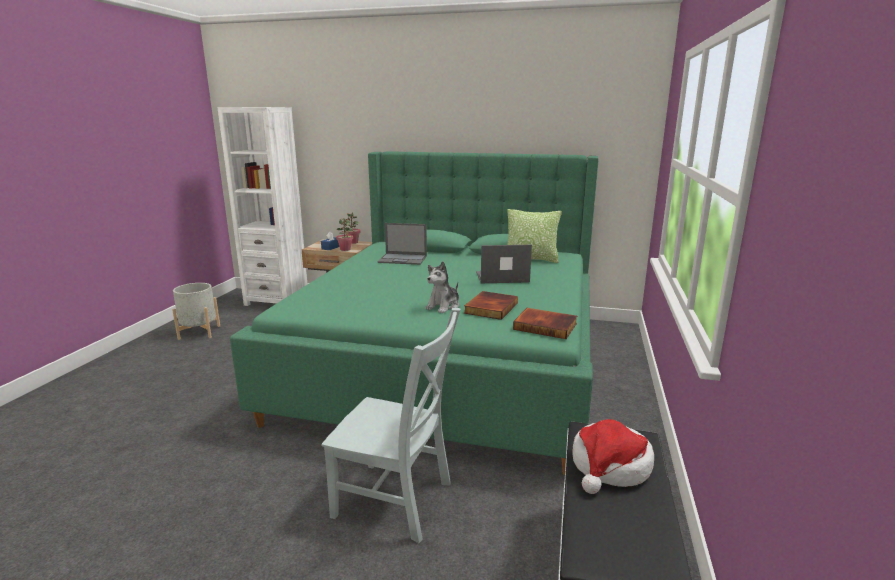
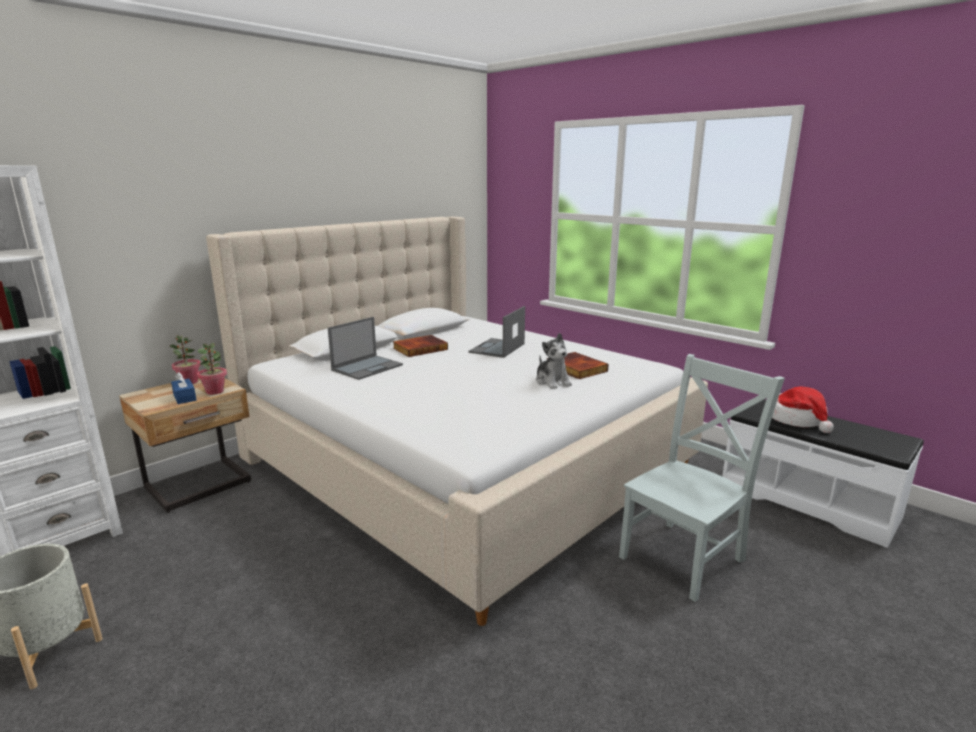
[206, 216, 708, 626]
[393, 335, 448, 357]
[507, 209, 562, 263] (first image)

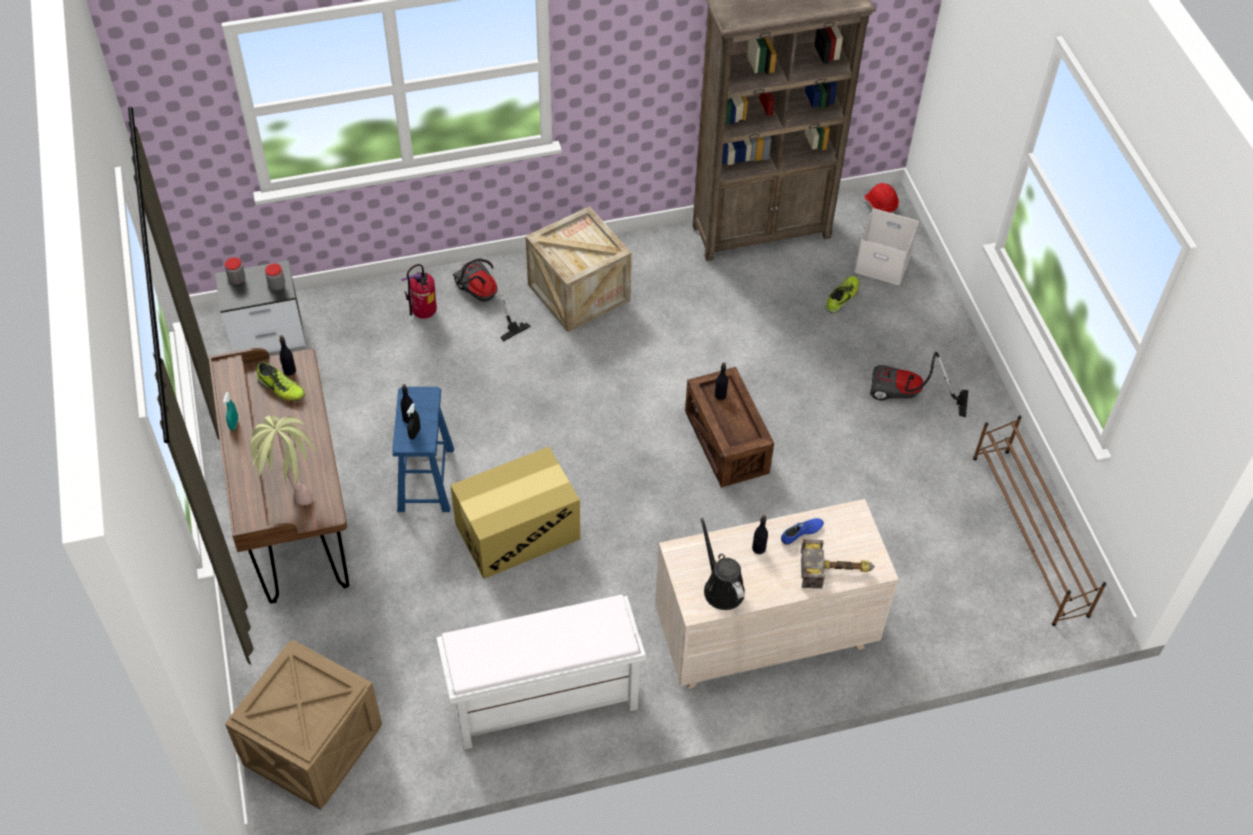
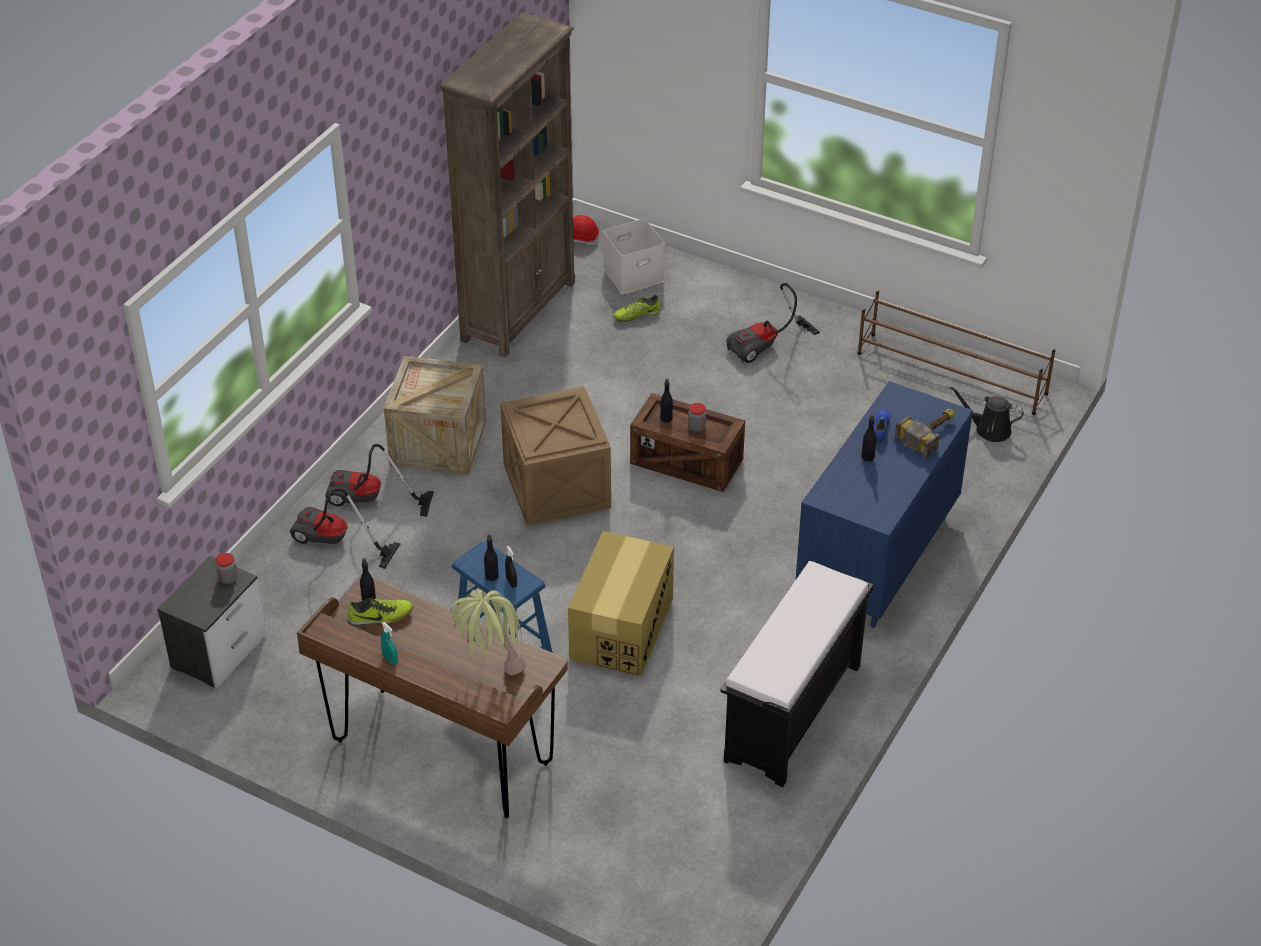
[290, 488, 400, 569]
[500, 386, 611, 526]
[613, 295, 661, 322]
[688, 403, 706, 432]
[720, 561, 874, 787]
[796, 381, 973, 628]
[949, 386, 1024, 442]

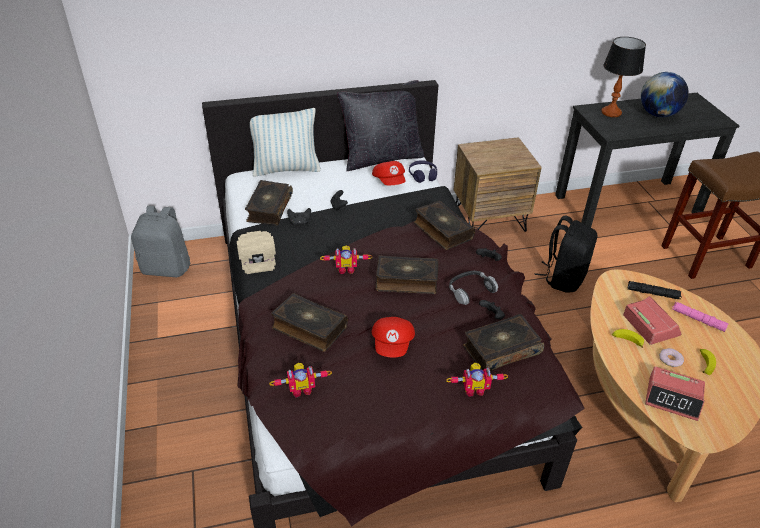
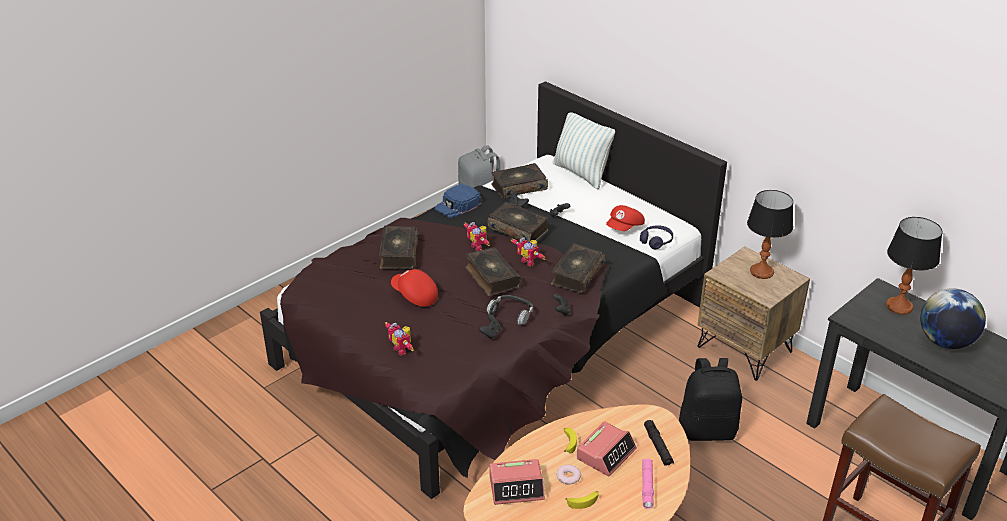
[391, 269, 438, 307]
[434, 184, 481, 218]
[487, 202, 548, 242]
[489, 459, 545, 505]
[511, 237, 545, 266]
[747, 190, 793, 279]
[337, 80, 425, 171] (first image)

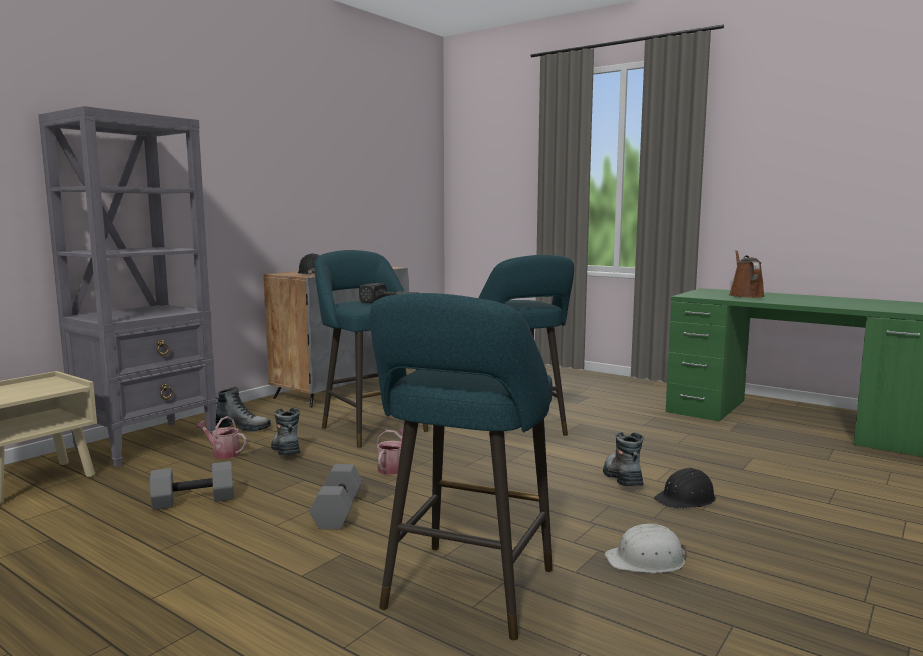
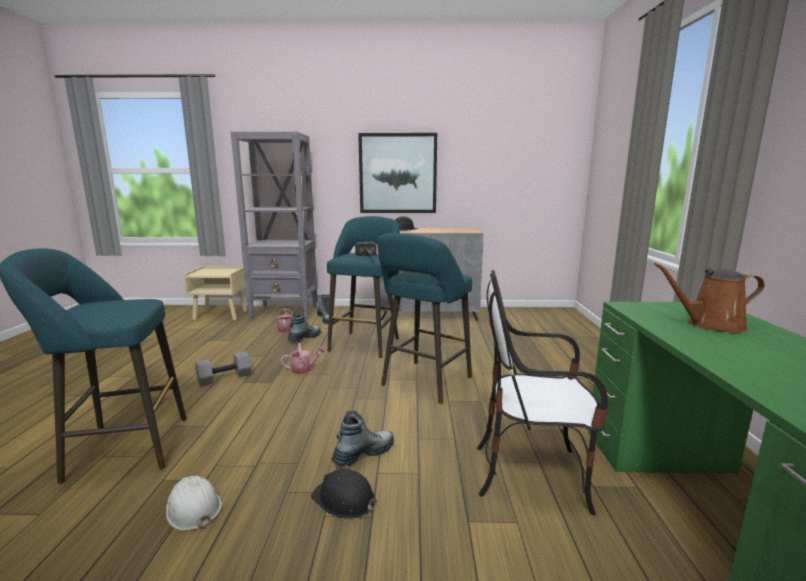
[358, 133, 437, 213]
[477, 270, 608, 515]
[654, 263, 765, 333]
[150, 461, 234, 510] (first image)

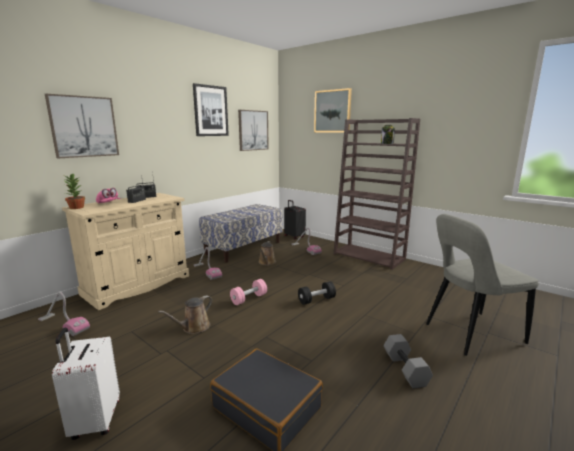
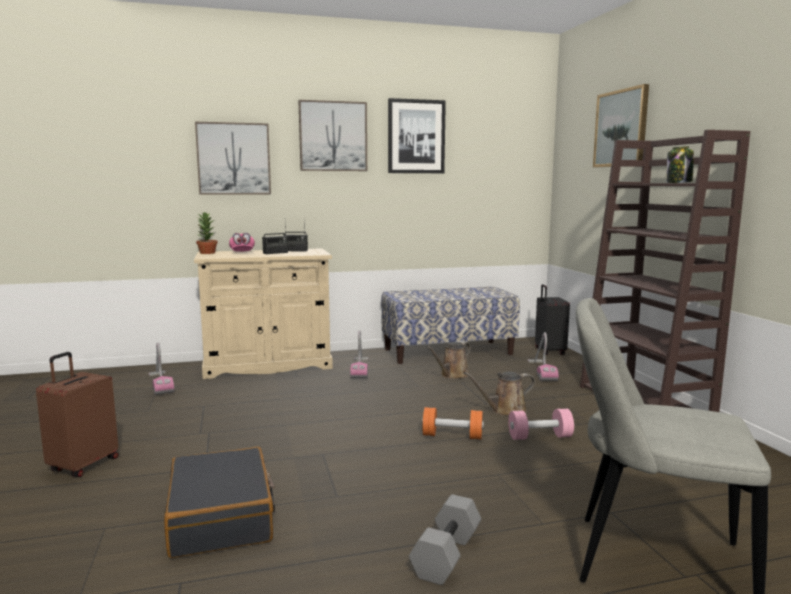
[36, 352, 119, 477]
[298, 100, 367, 171]
[422, 407, 484, 439]
[464, 371, 535, 416]
[508, 409, 574, 440]

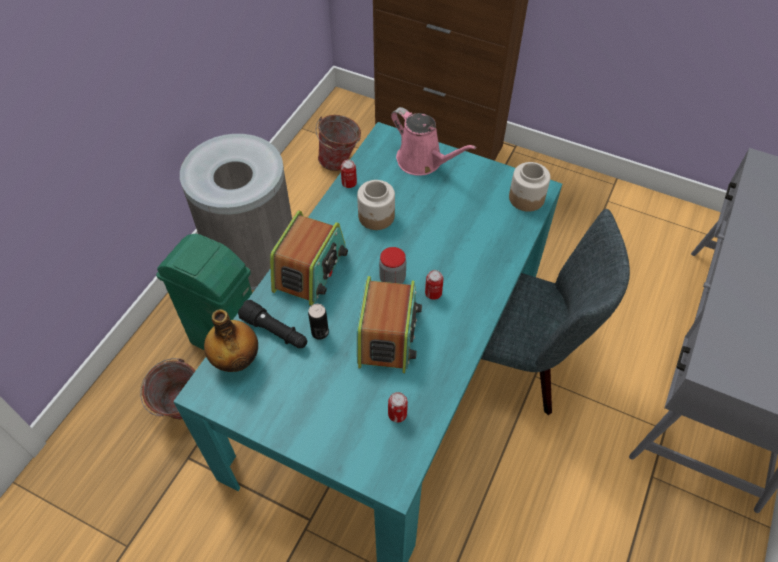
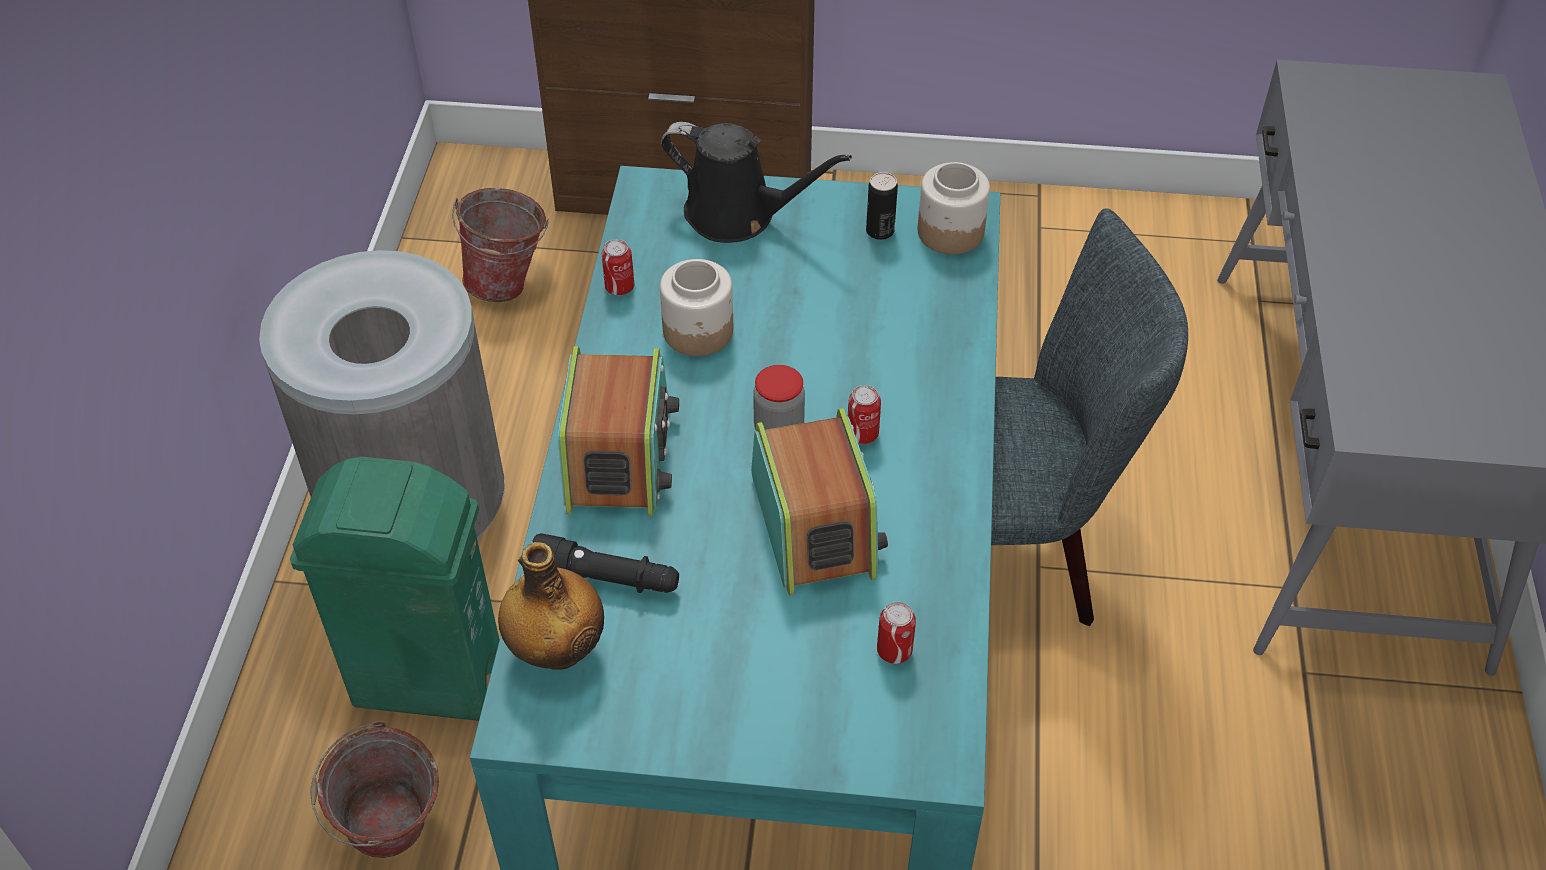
[661, 122, 852, 243]
[866, 172, 898, 240]

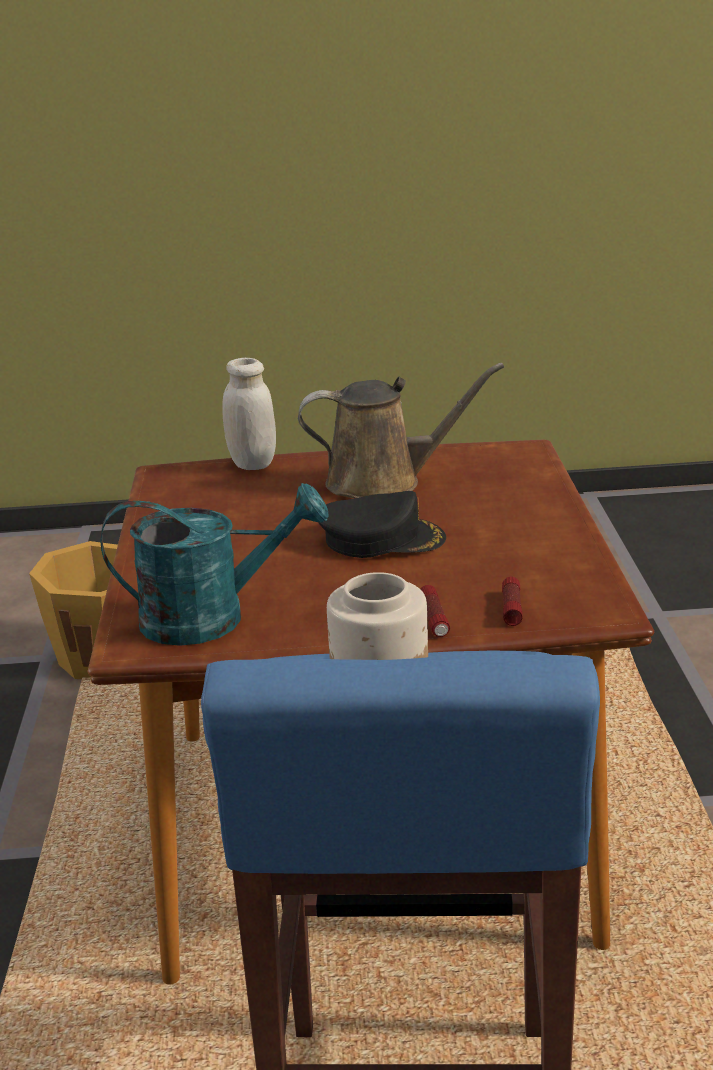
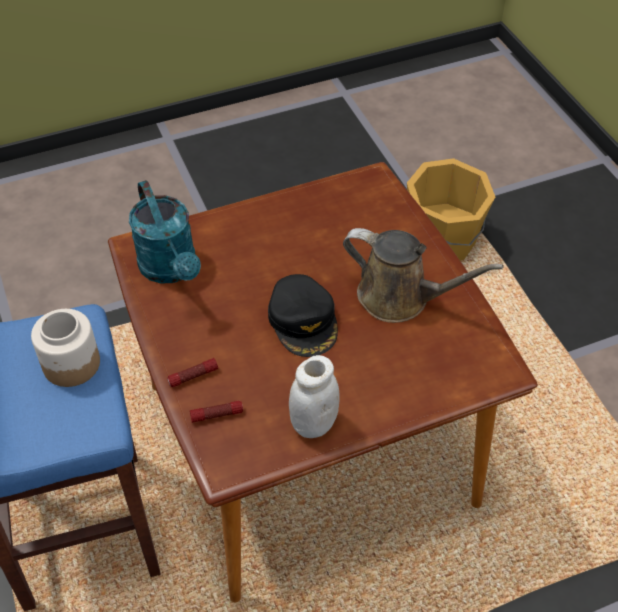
[289, 355, 339, 438]
[343, 228, 504, 323]

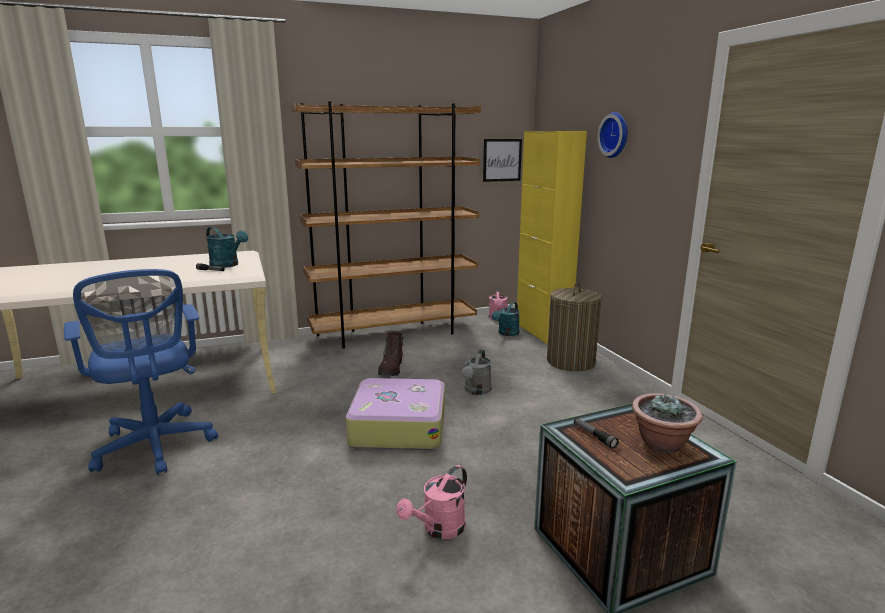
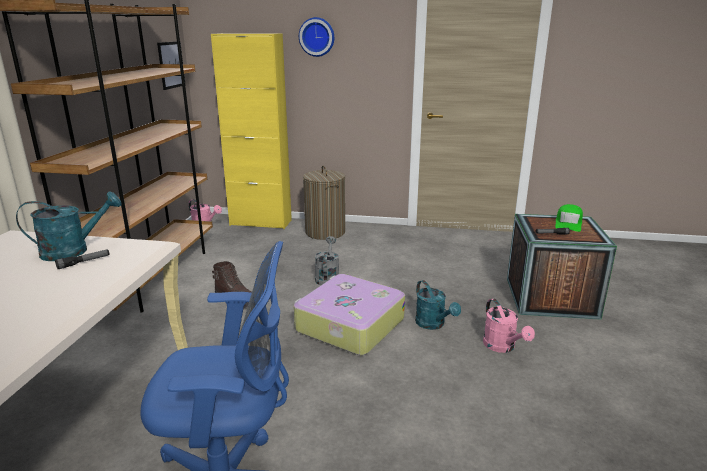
[315, 236, 339, 285]
[415, 280, 461, 330]
[555, 204, 583, 232]

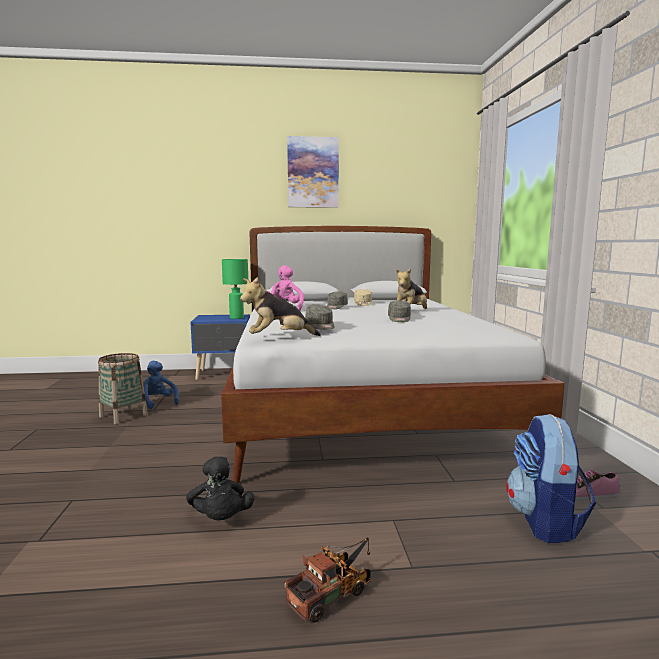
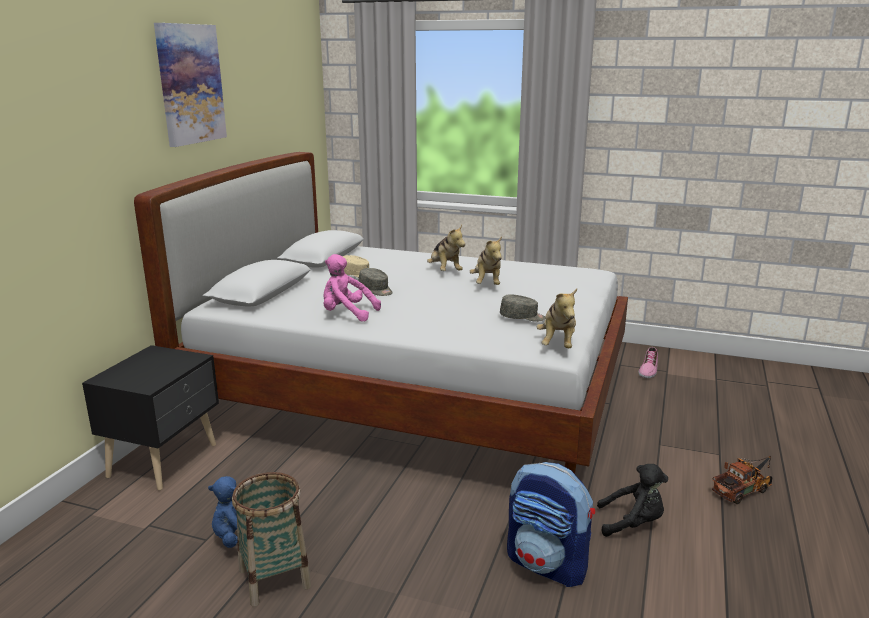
[82, 345, 219, 490]
[470, 237, 502, 285]
[507, 462, 595, 587]
[712, 456, 772, 504]
[222, 259, 248, 319] (first image)

